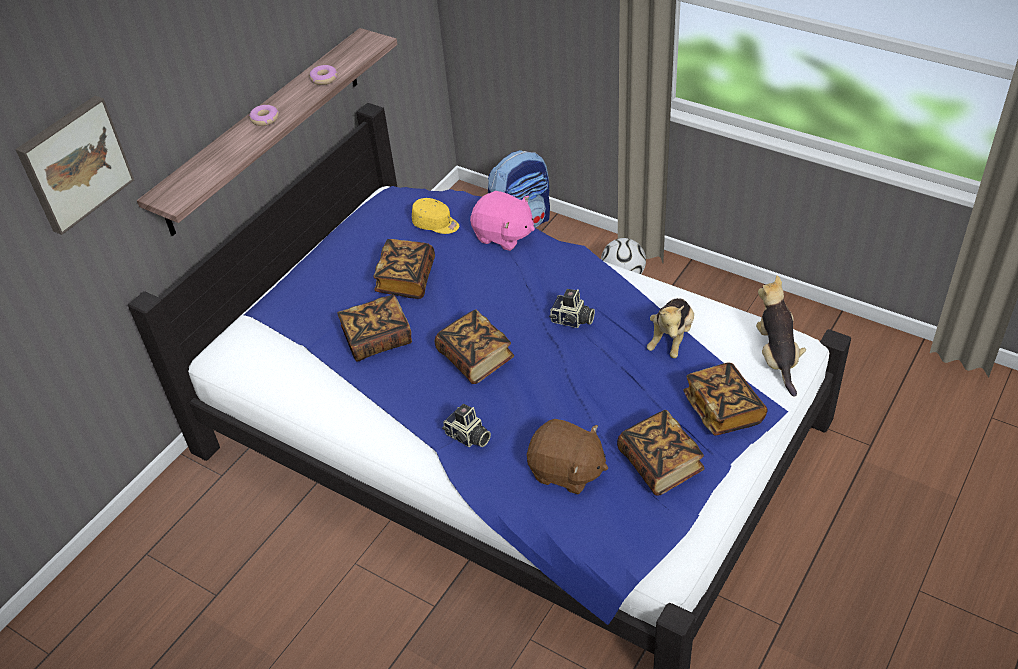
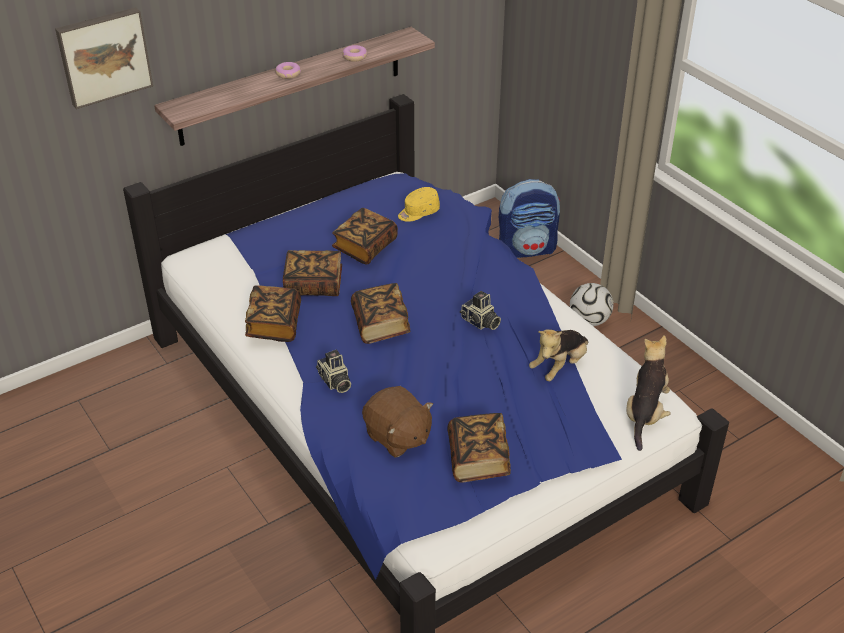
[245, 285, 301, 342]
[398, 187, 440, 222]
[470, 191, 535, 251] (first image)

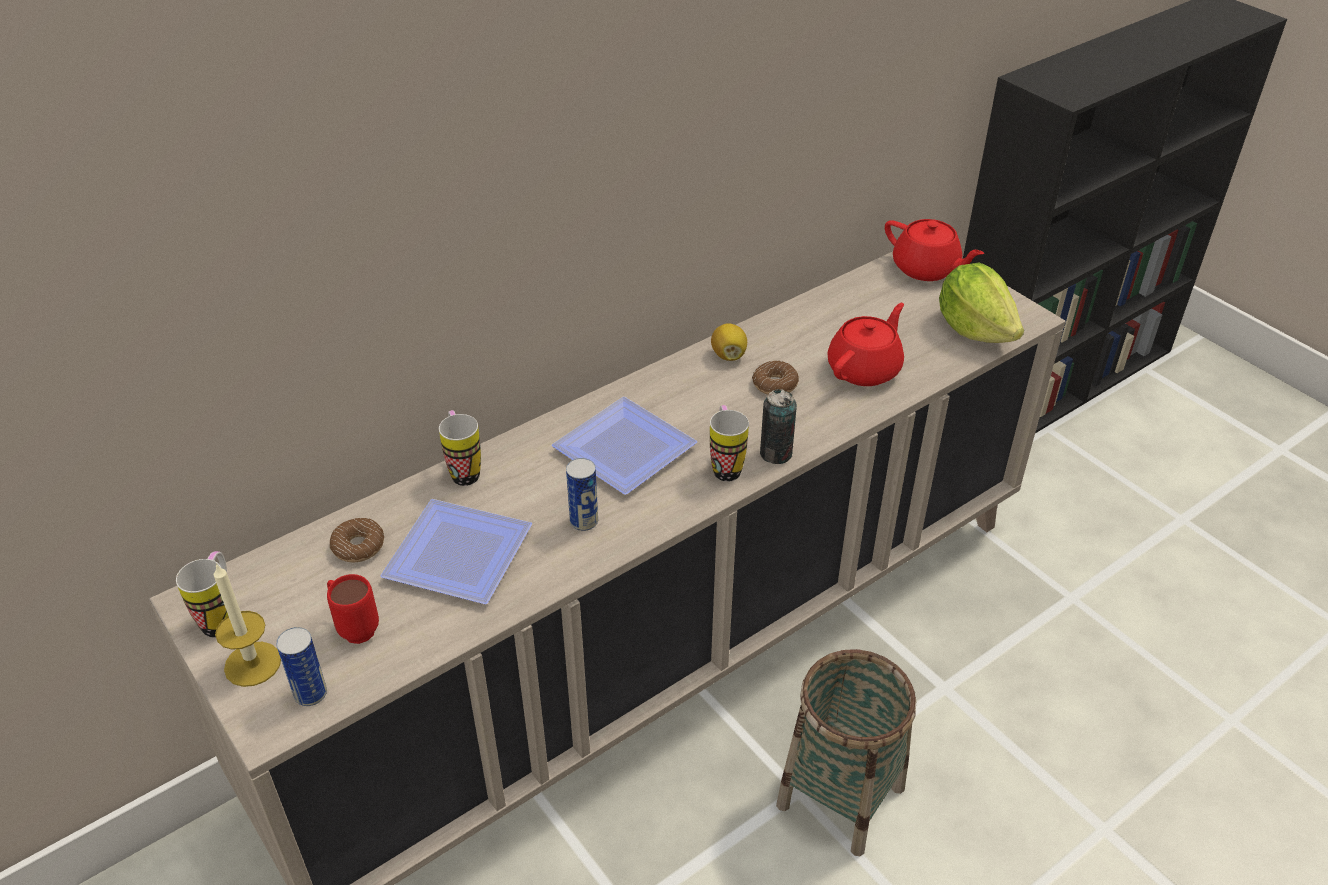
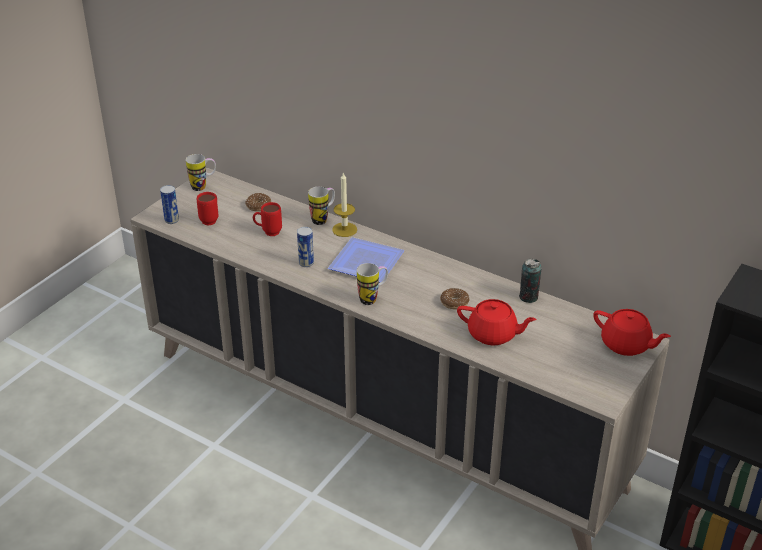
[253, 202, 282, 236]
[332, 172, 357, 237]
[519, 259, 542, 303]
[593, 309, 671, 356]
[711, 323, 747, 361] (first image)
[776, 649, 916, 856] (first image)
[939, 262, 1024, 343] (first image)

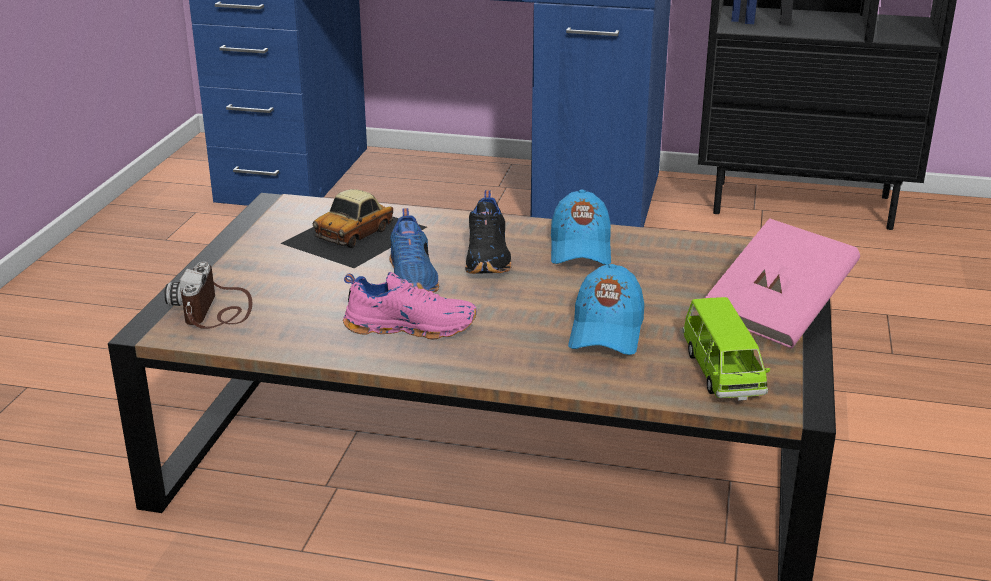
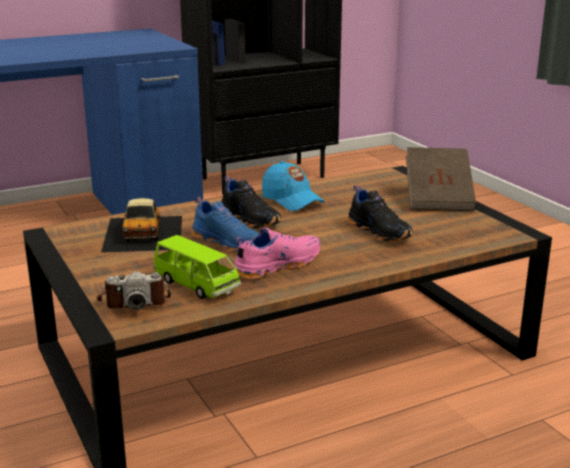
[96, 271, 171, 310]
[153, 235, 241, 299]
[347, 185, 413, 242]
[406, 147, 477, 211]

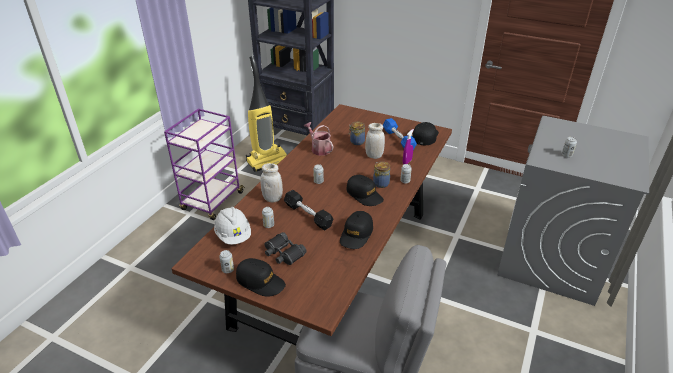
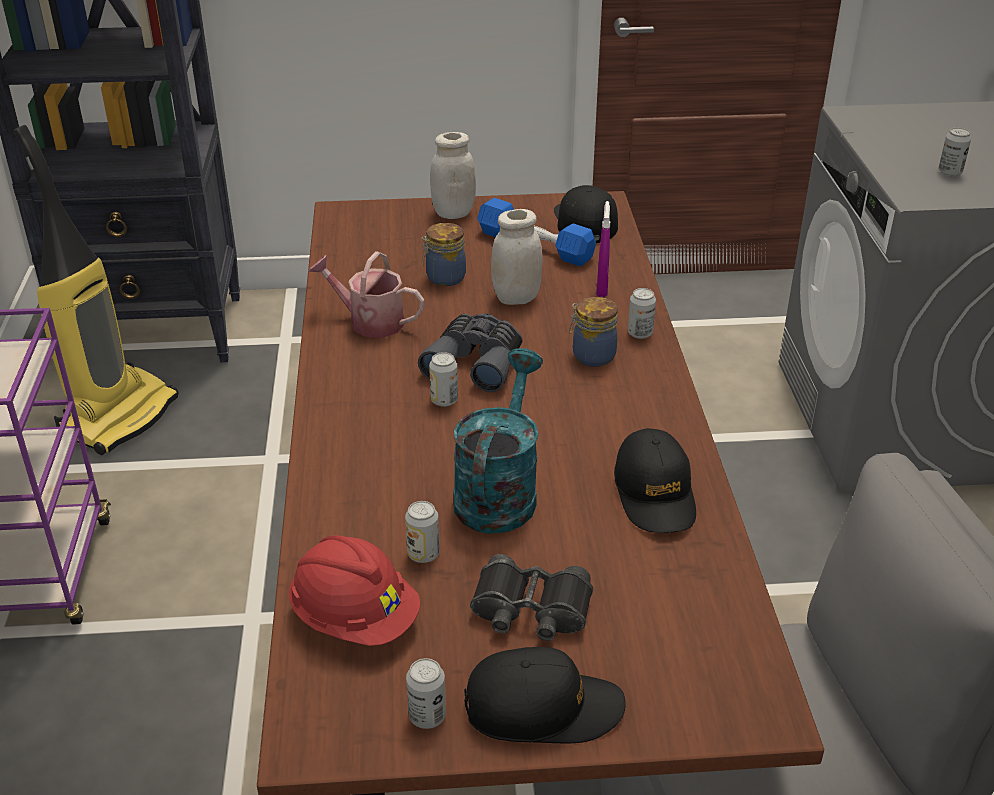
[289, 535, 421, 646]
[418, 313, 523, 392]
[430, 132, 476, 219]
[453, 348, 543, 534]
[346, 175, 384, 206] (first image)

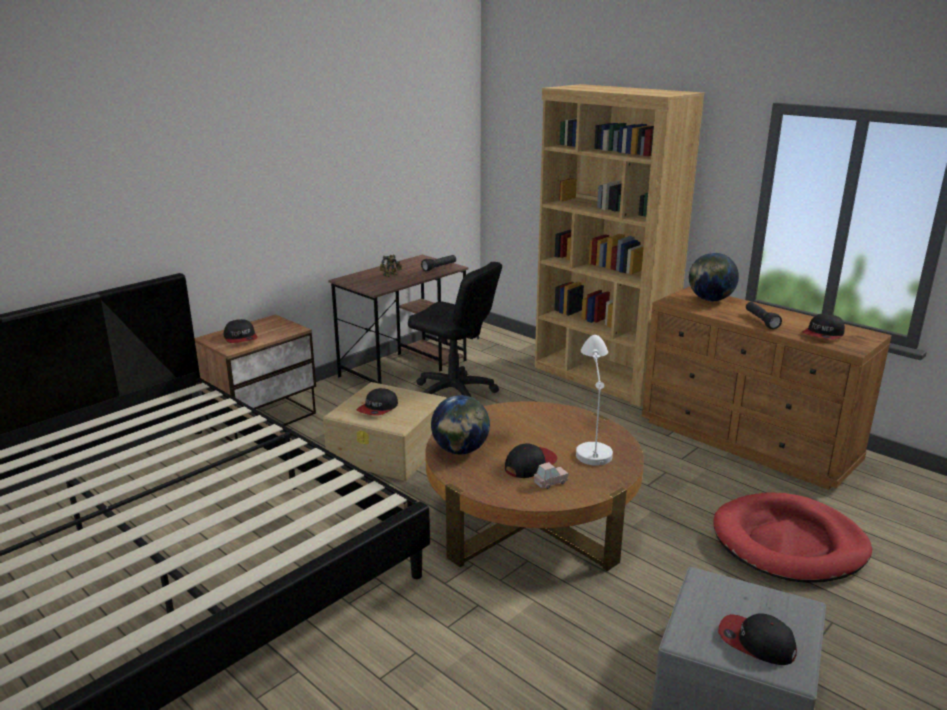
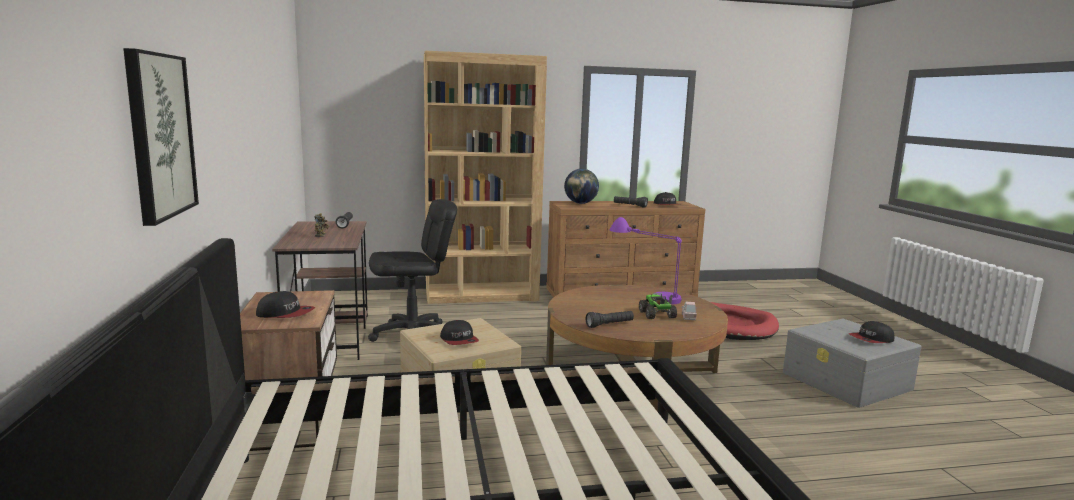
[123, 48, 199, 226]
[586, 311, 634, 328]
[610, 217, 682, 305]
[639, 293, 677, 319]

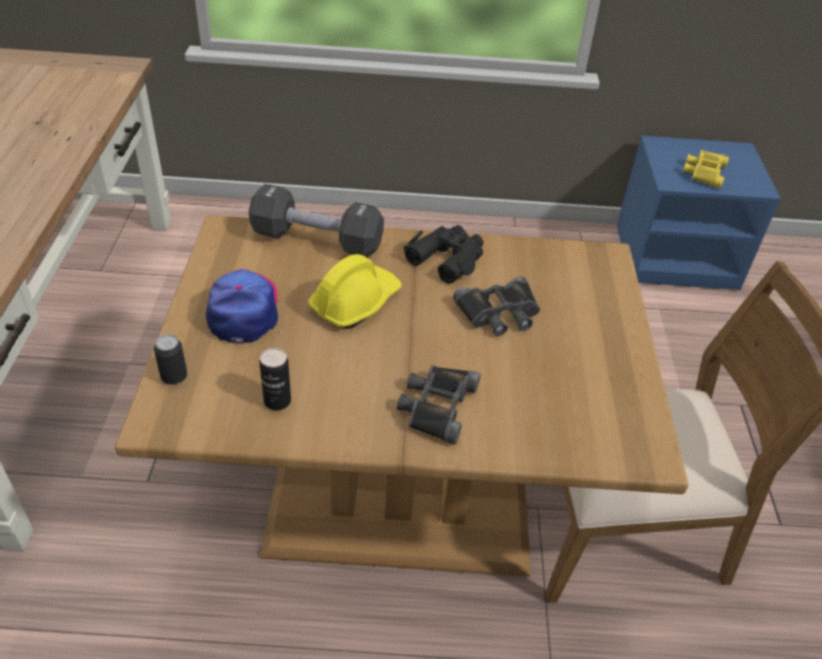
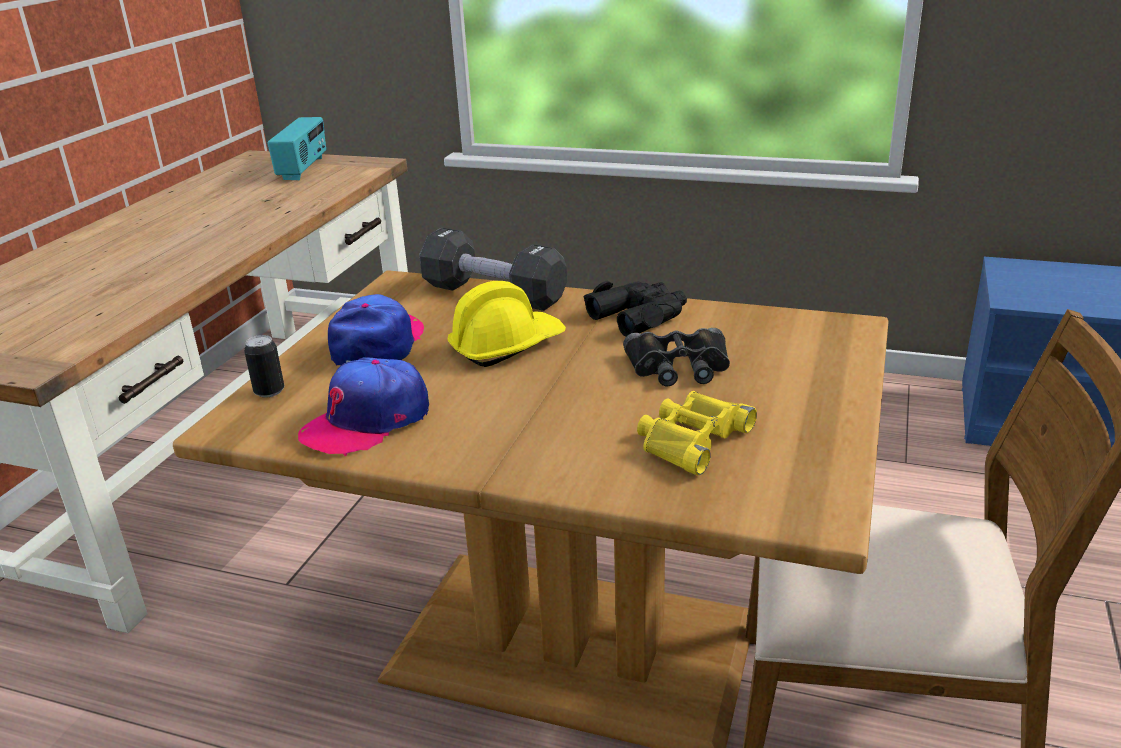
[268, 117, 326, 180]
[298, 357, 429, 457]
[637, 391, 757, 475]
[397, 365, 481, 445] (first image)

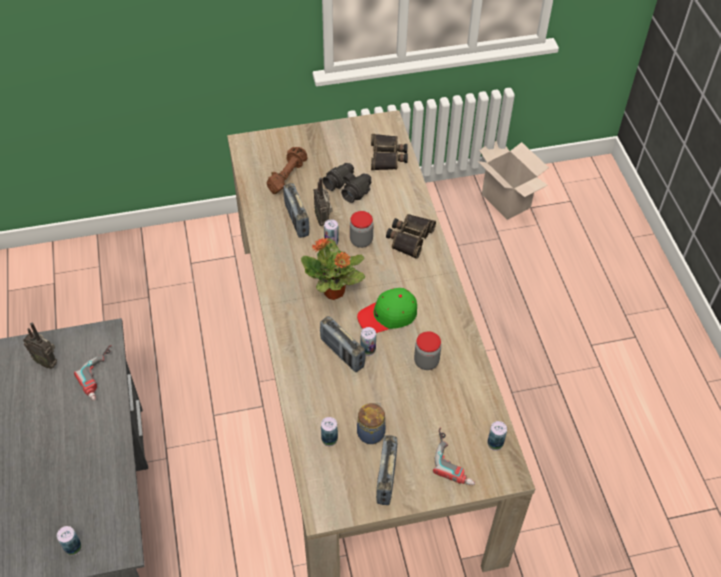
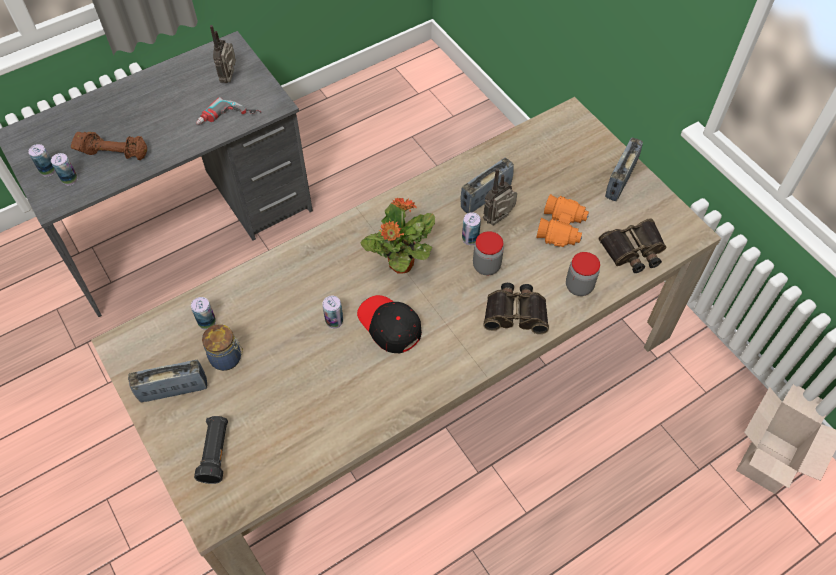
[51, 153, 78, 186]
[71, 132, 147, 160]
[194, 416, 228, 484]
[357, 295, 422, 353]
[537, 194, 589, 247]
[566, 252, 600, 296]
[605, 138, 643, 201]

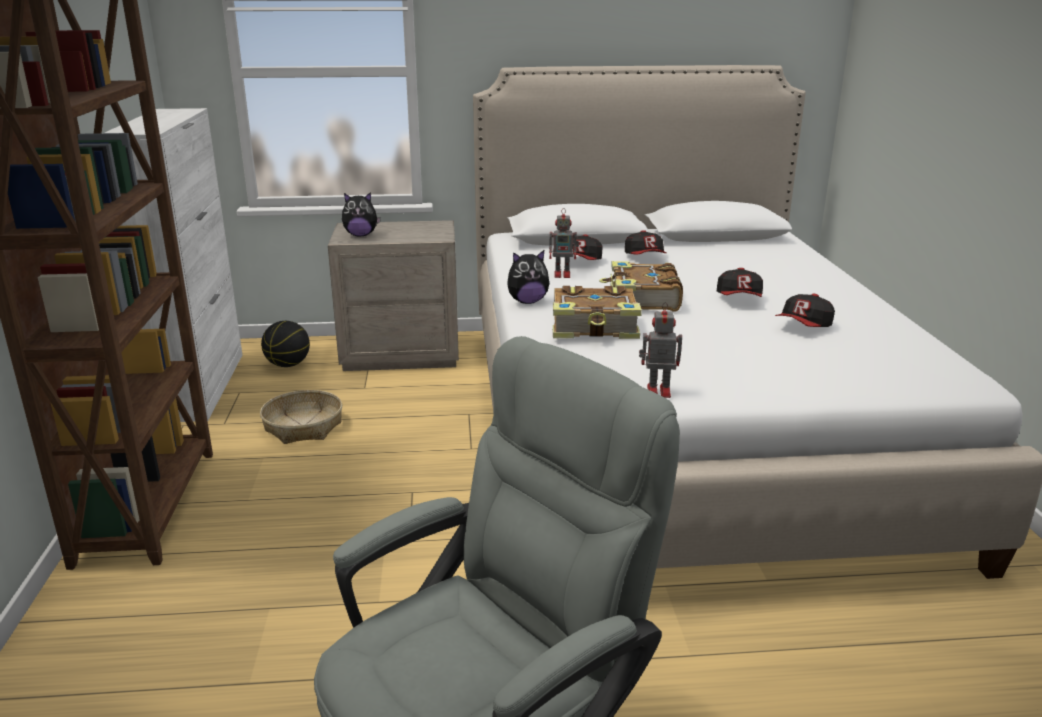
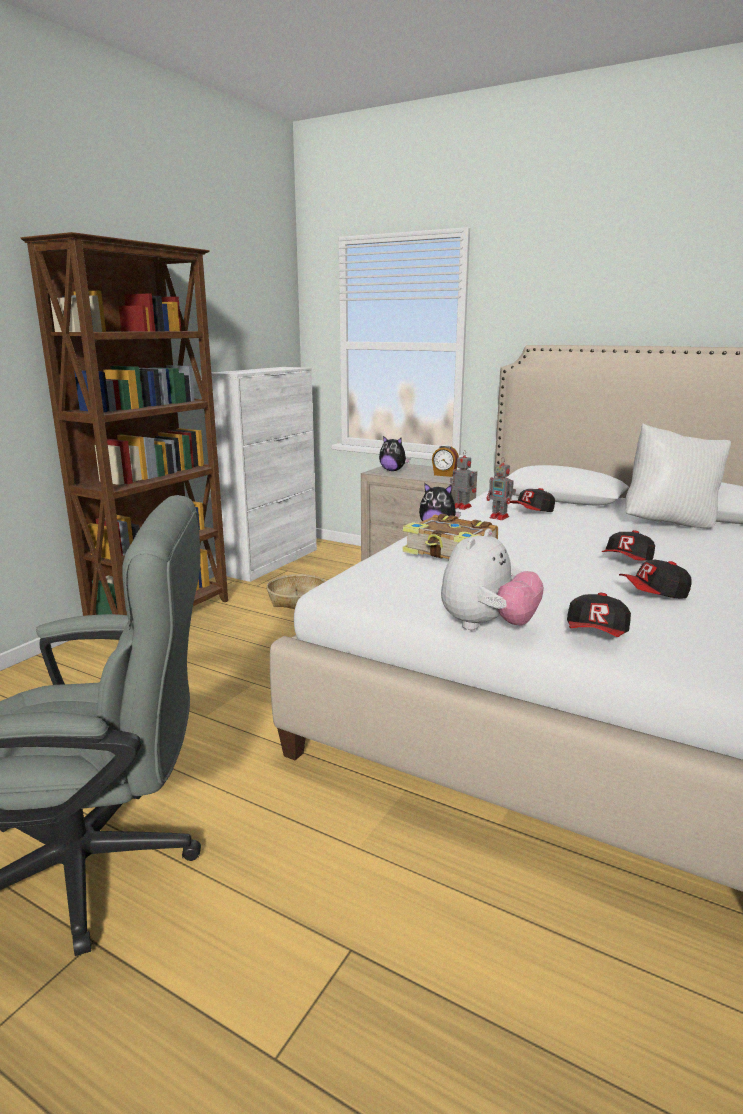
[432, 445, 459, 477]
[441, 529, 544, 630]
[450, 450, 476, 510]
[567, 593, 631, 637]
[626, 424, 731, 529]
[261, 321, 310, 367] (first image)
[599, 261, 683, 311] (first image)

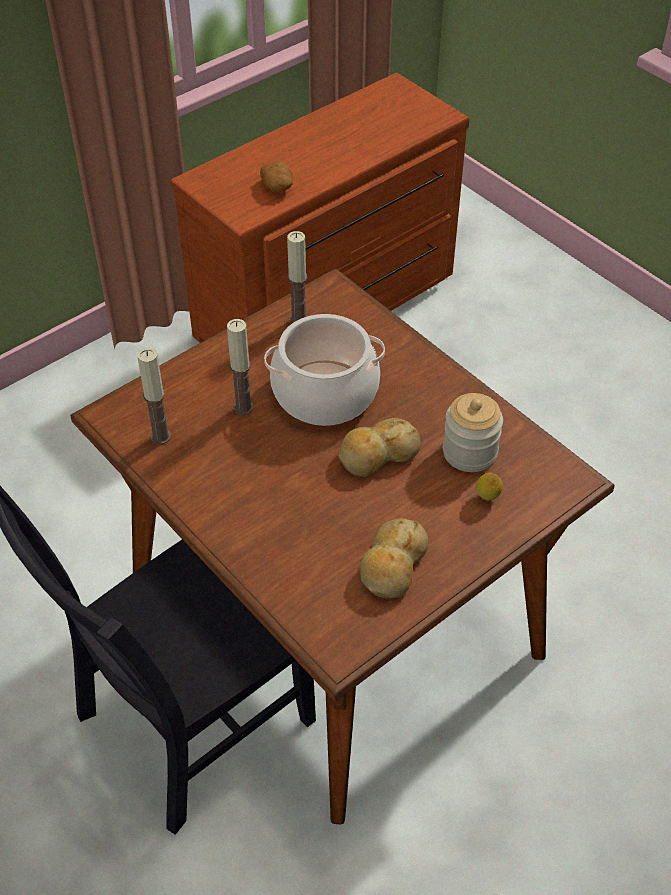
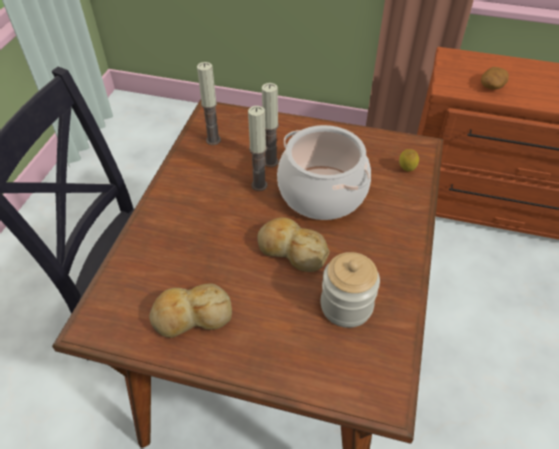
[248, 106, 267, 191]
[399, 149, 419, 172]

